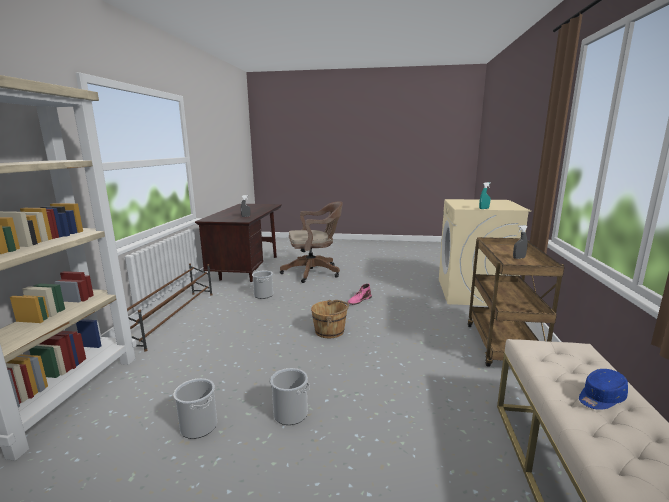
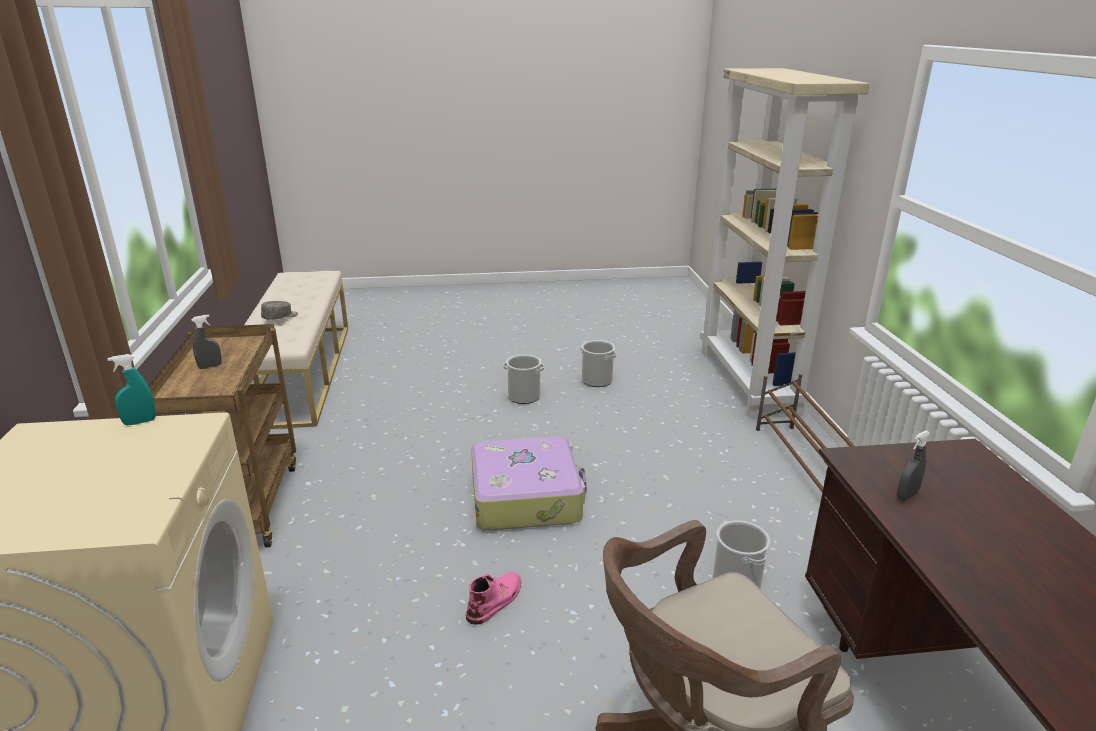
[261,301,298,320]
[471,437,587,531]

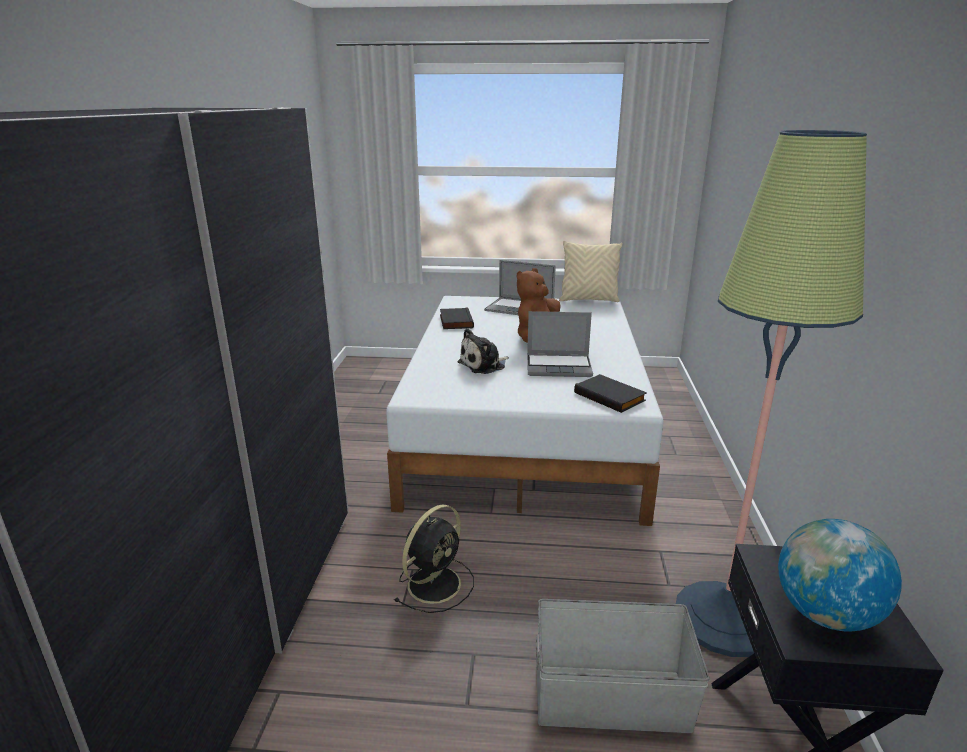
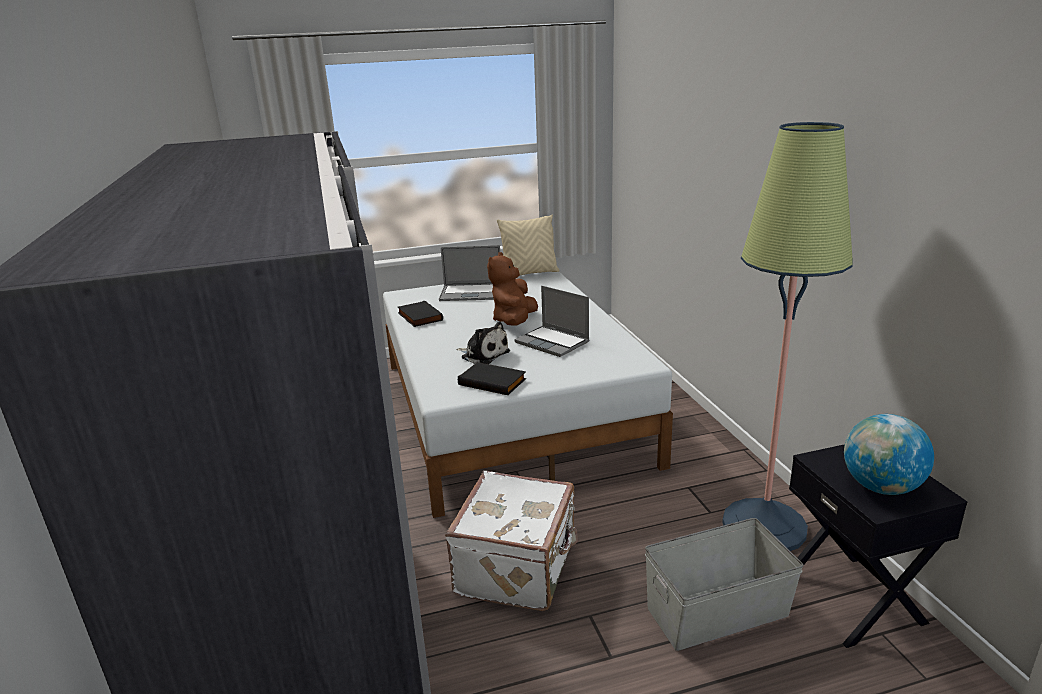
[445,471,578,611]
[456,321,510,364]
[458,362,526,395]
[514,286,590,357]

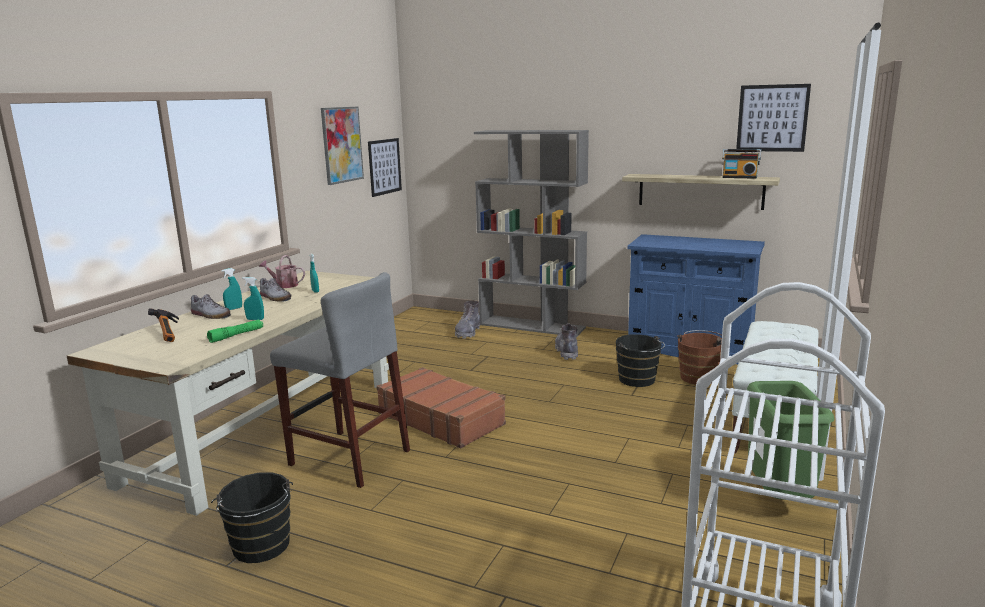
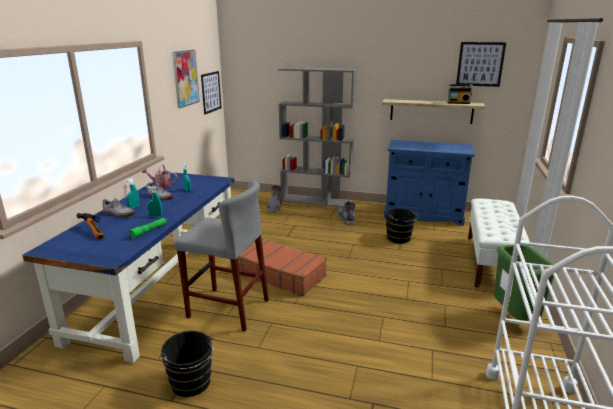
[22,172,235,363]
[677,330,722,385] (first image)

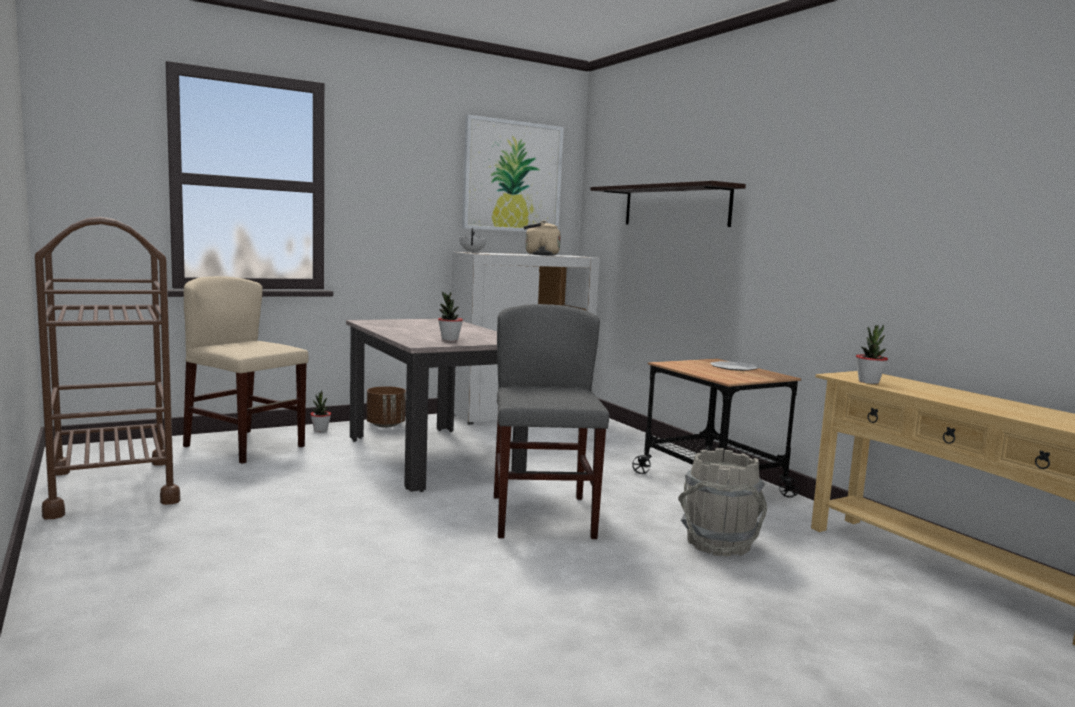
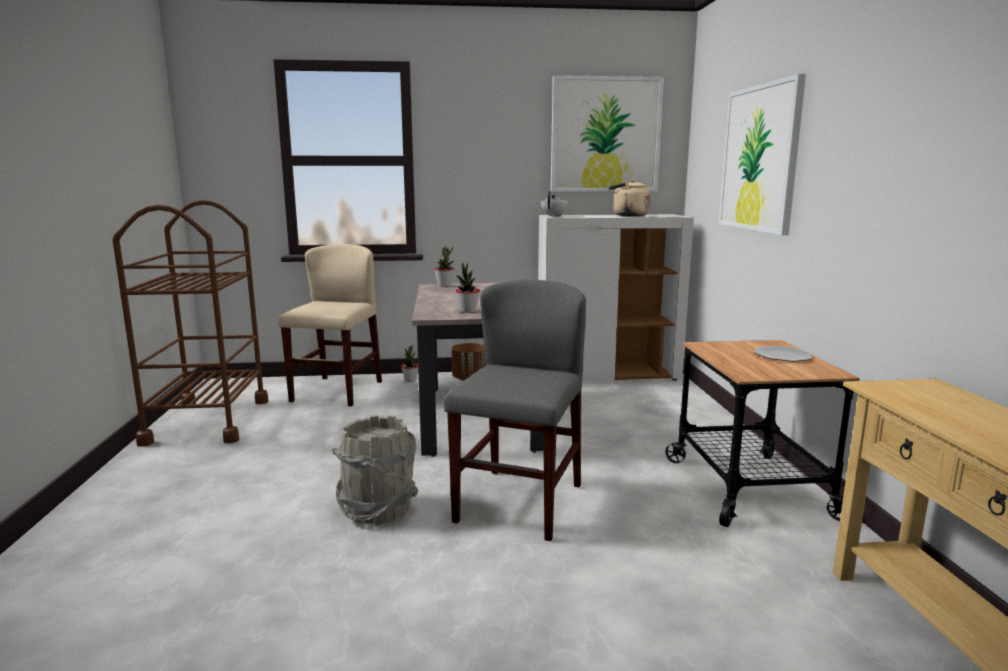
[278,244,382,406]
[332,415,418,526]
[434,247,454,287]
[719,74,806,235]

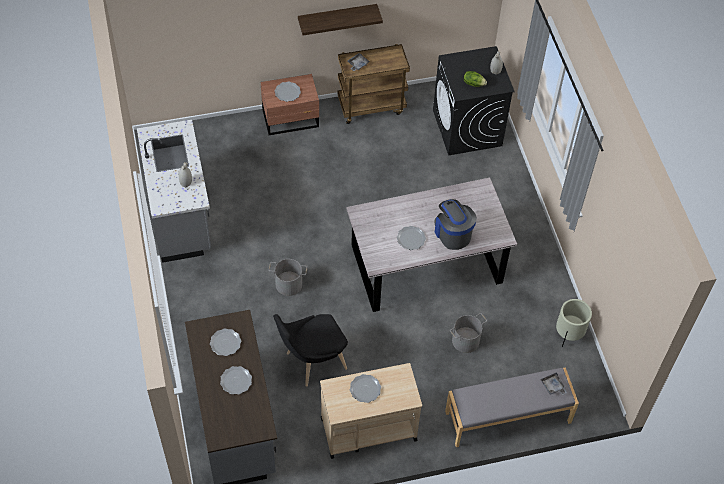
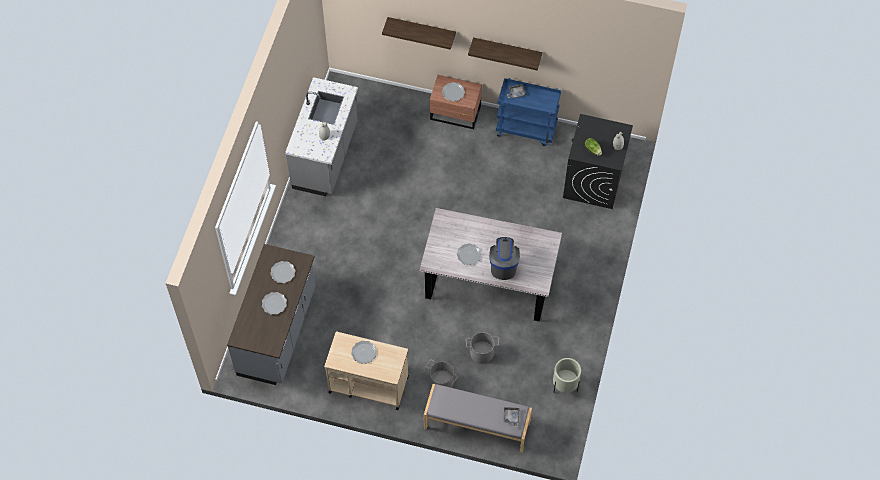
[382,17,456,50]
[426,359,458,388]
[496,78,561,146]
[273,314,348,386] (first image)

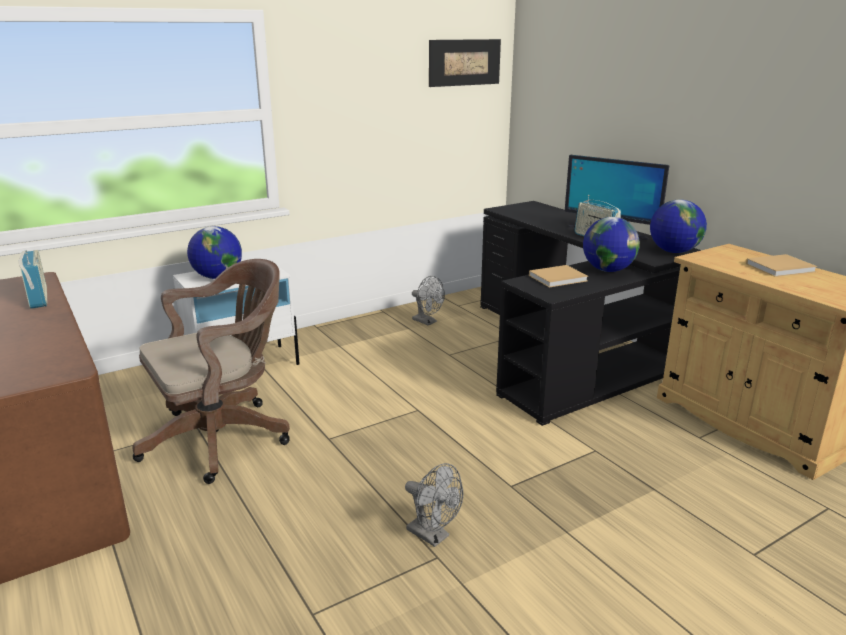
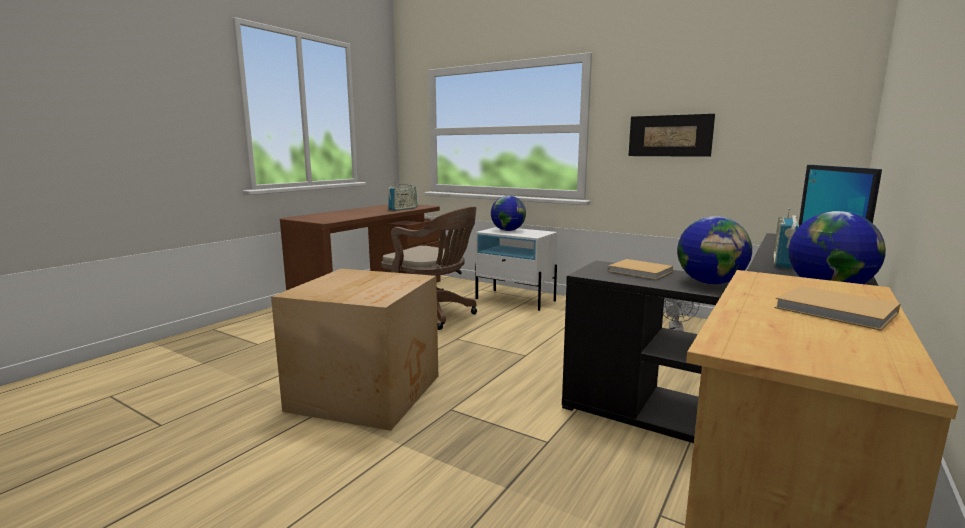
[271,269,438,431]
[628,114,715,157]

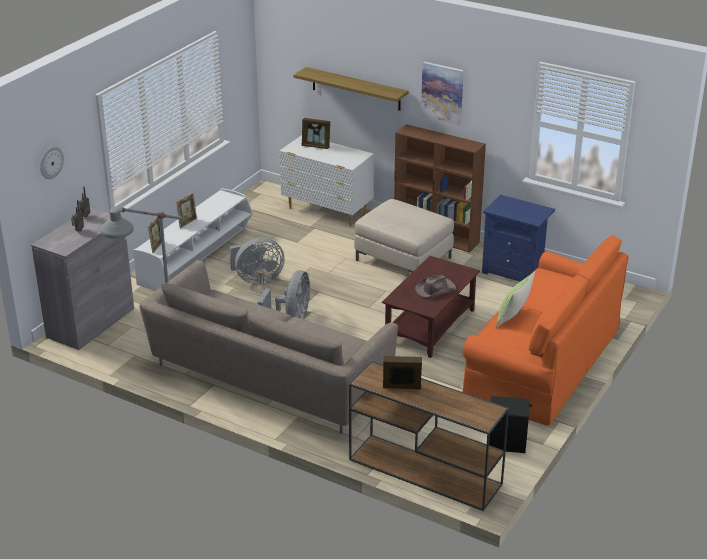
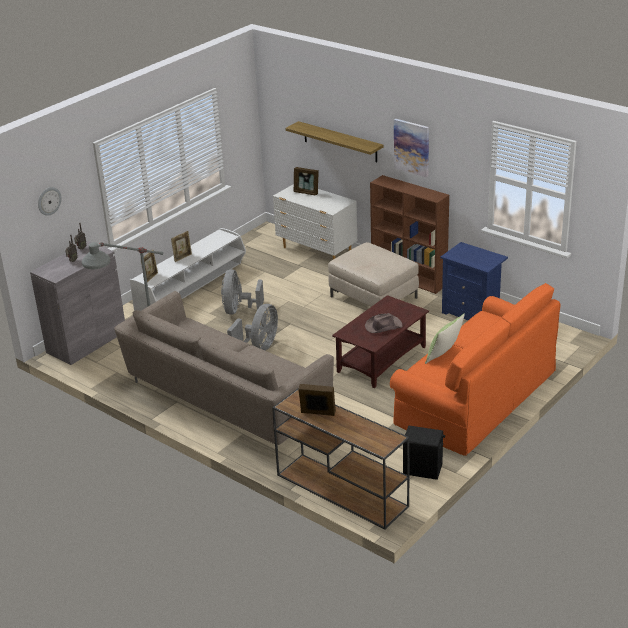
[221,269,264,315]

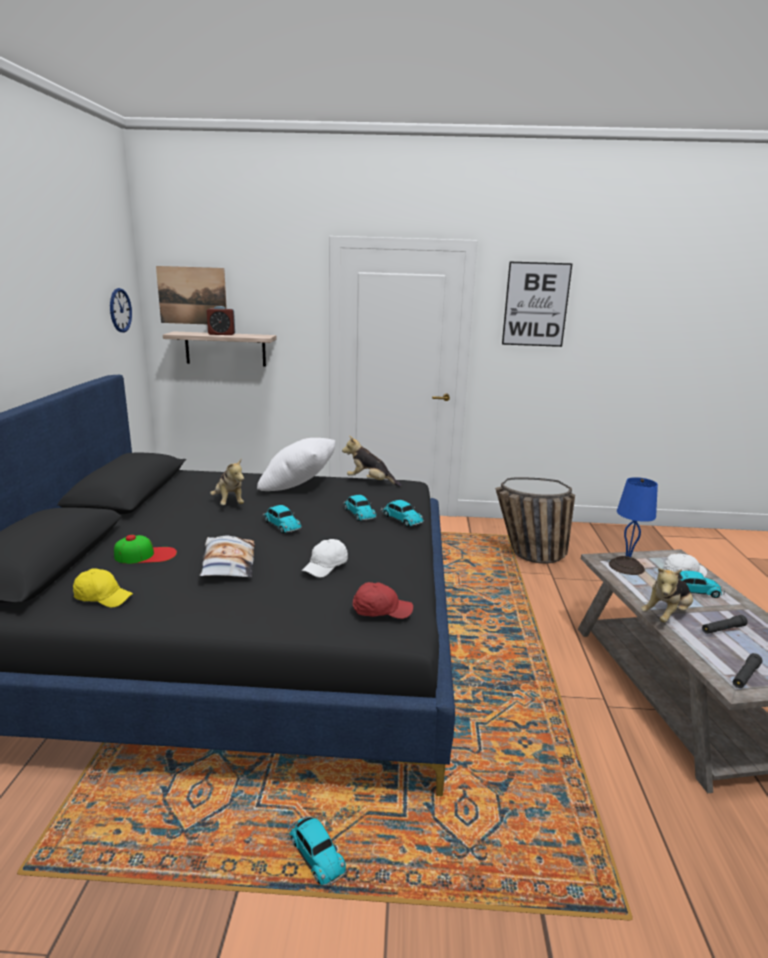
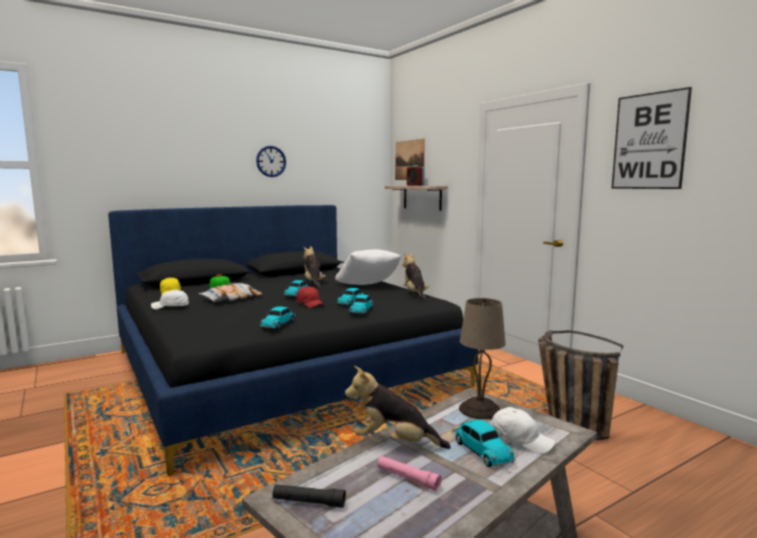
[151,290,189,309]
[256,146,286,177]
[260,306,296,330]
[297,286,325,308]
[303,246,326,288]
[377,456,442,491]
[459,298,506,420]

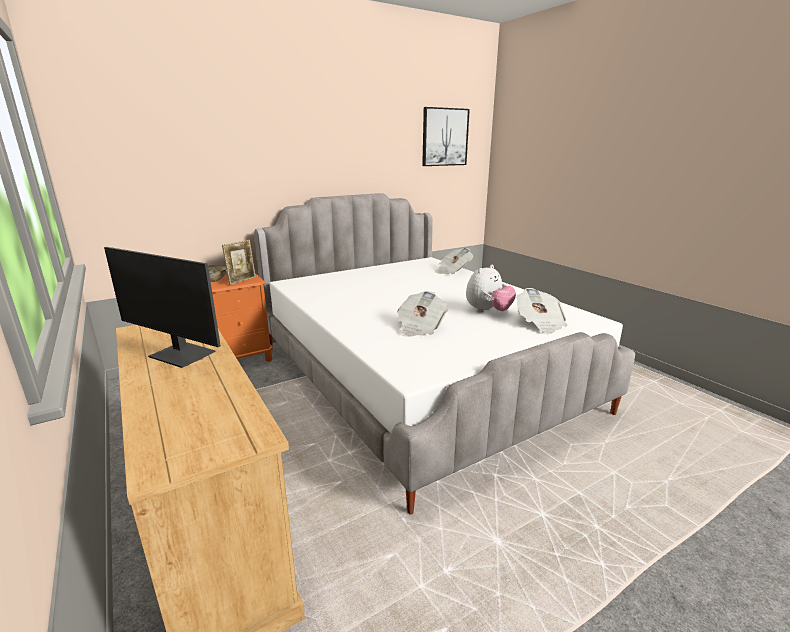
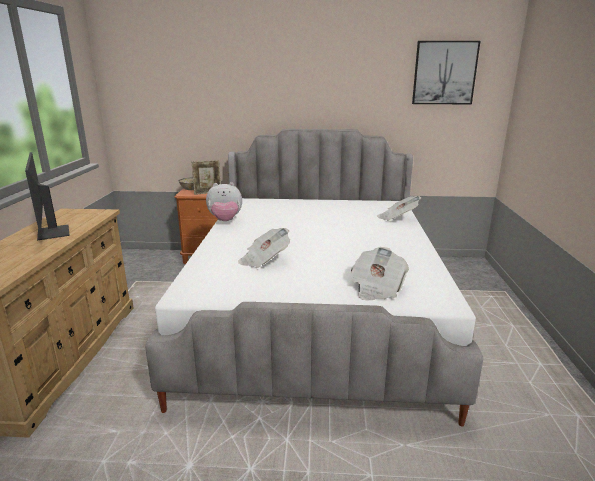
[206,182,242,221]

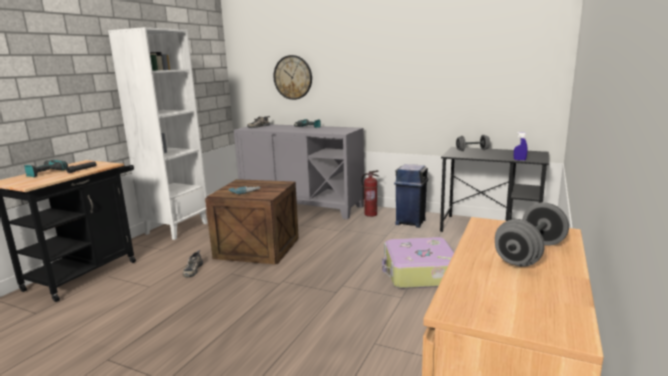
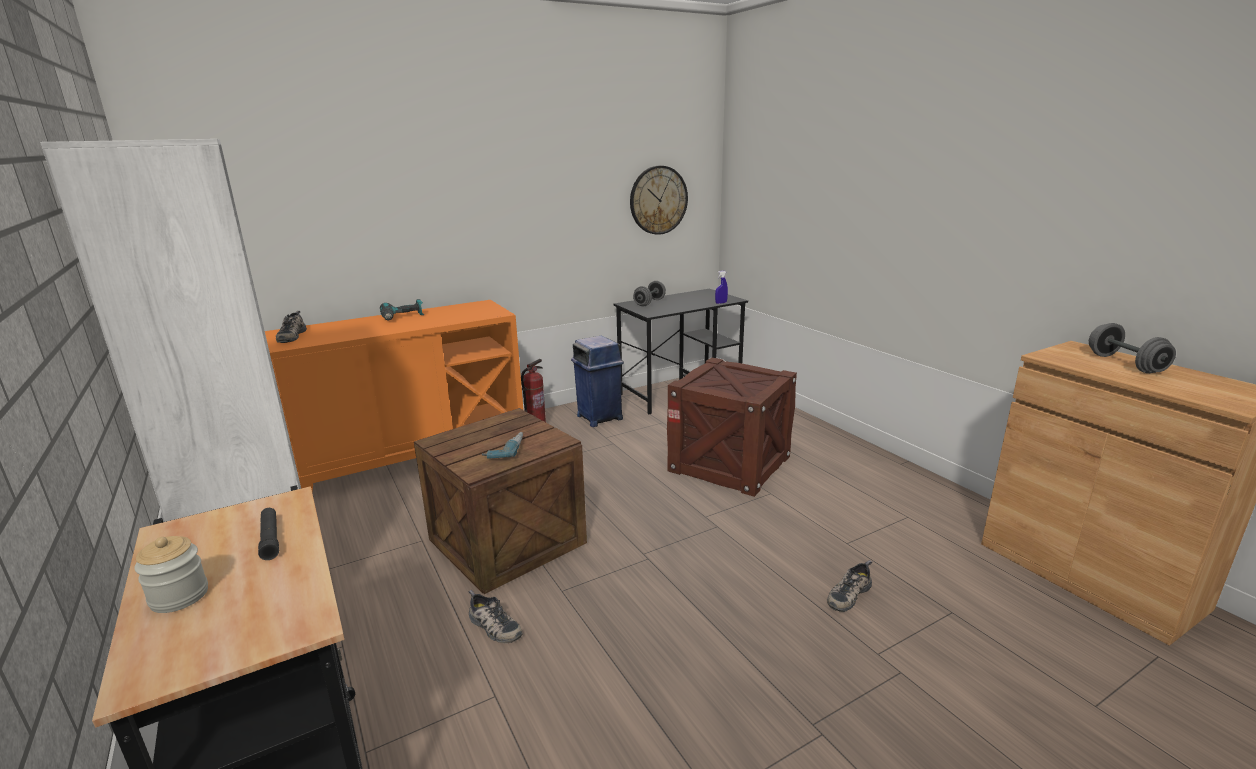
[134,536,208,613]
[265,300,524,491]
[630,166,688,235]
[667,357,797,497]
[827,560,872,612]

